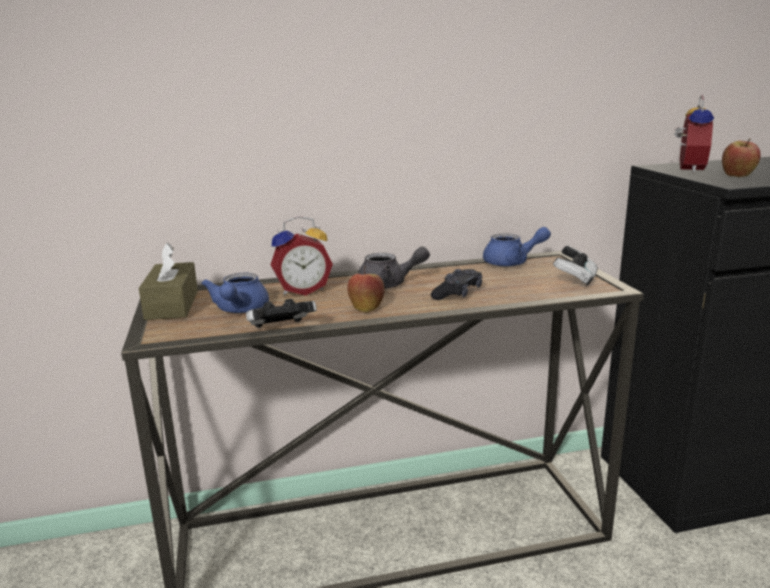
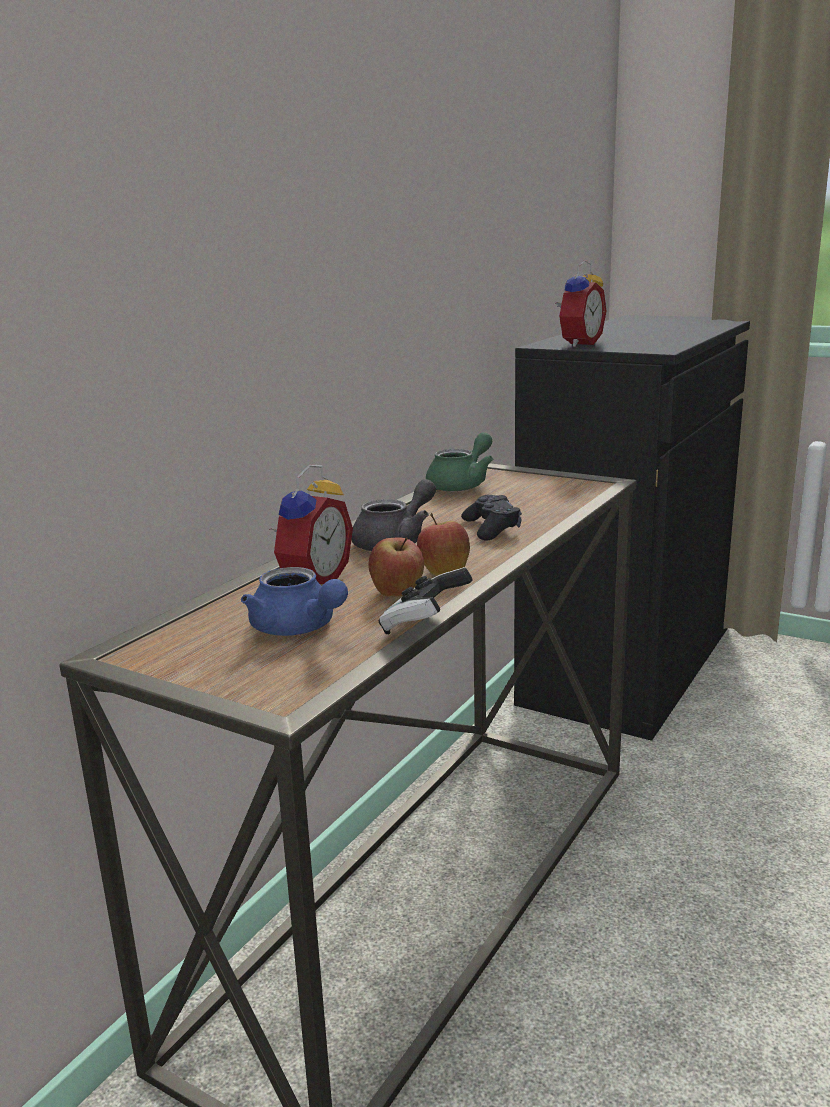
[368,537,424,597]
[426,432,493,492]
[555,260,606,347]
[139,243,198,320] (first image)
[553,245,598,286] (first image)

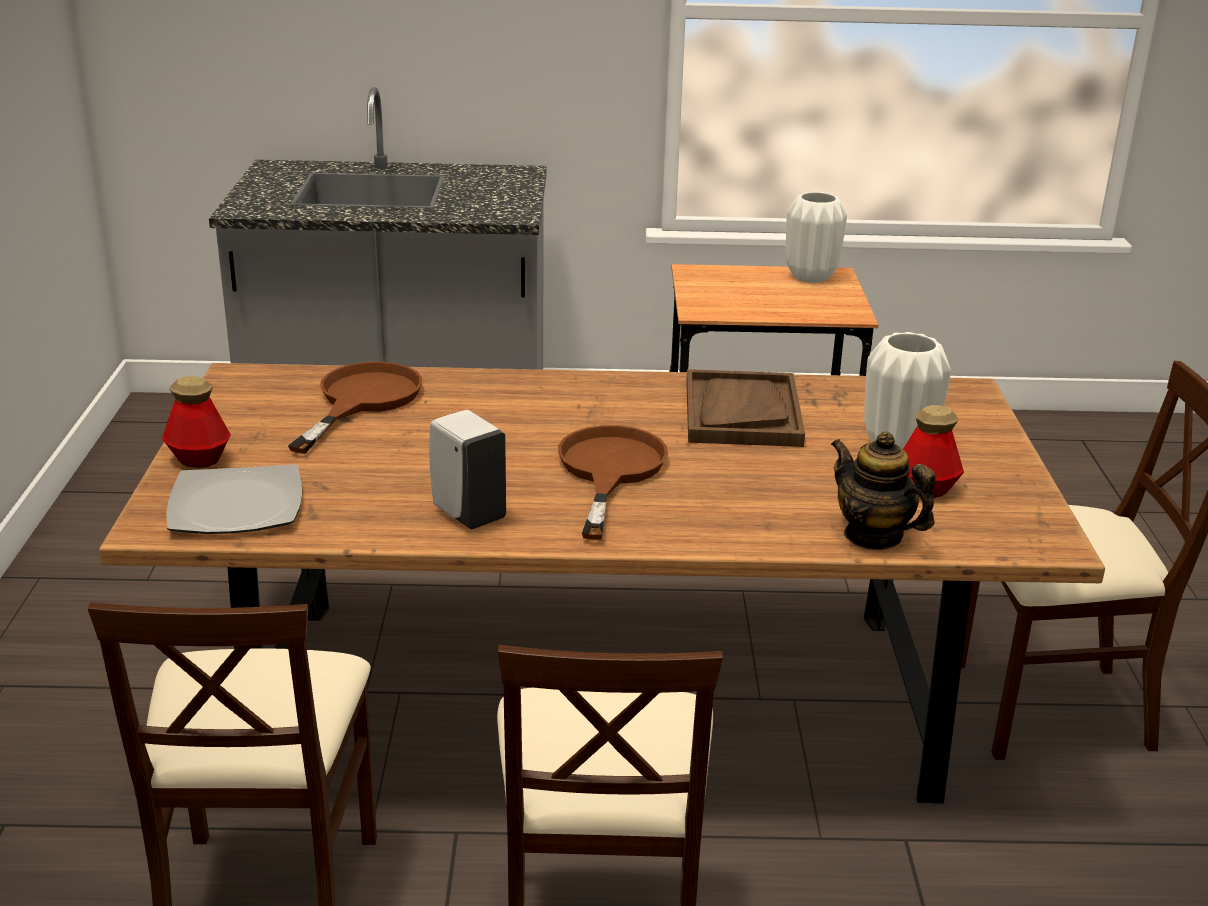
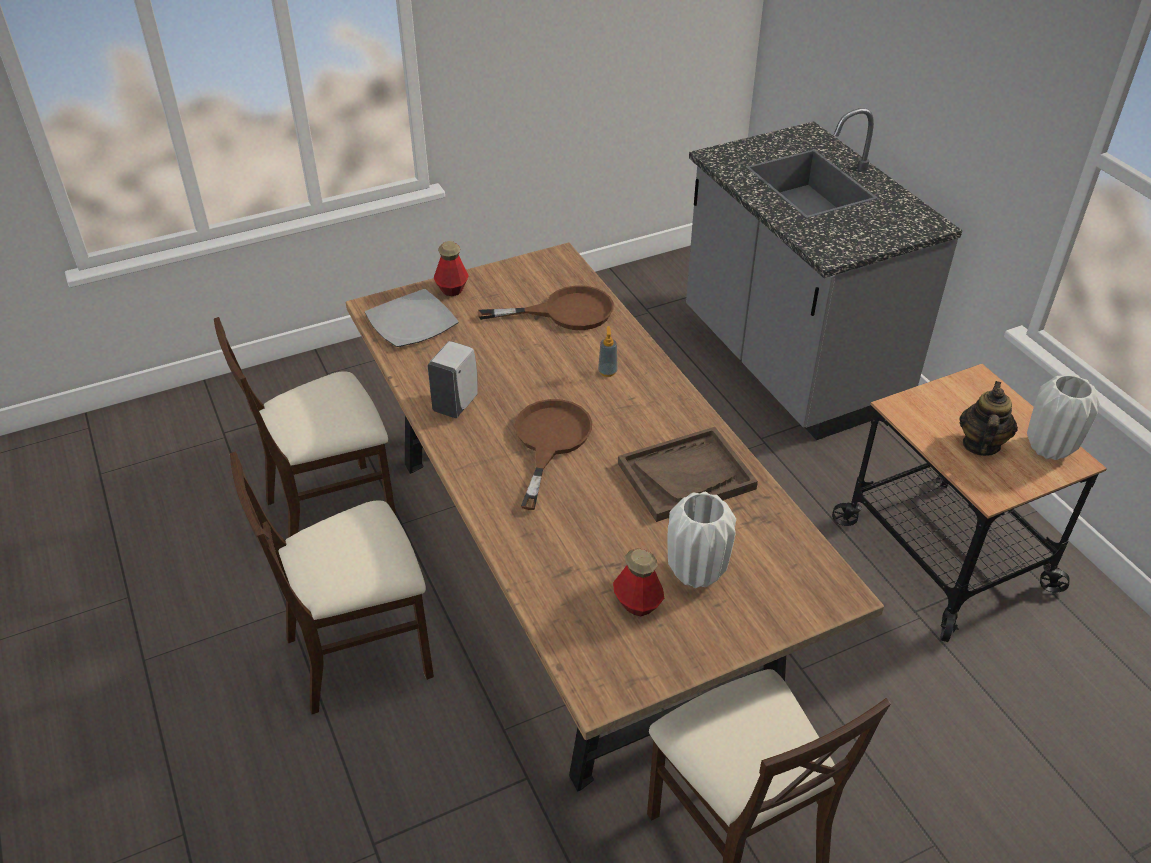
[515,399,592,510]
[598,326,618,377]
[959,381,1018,456]

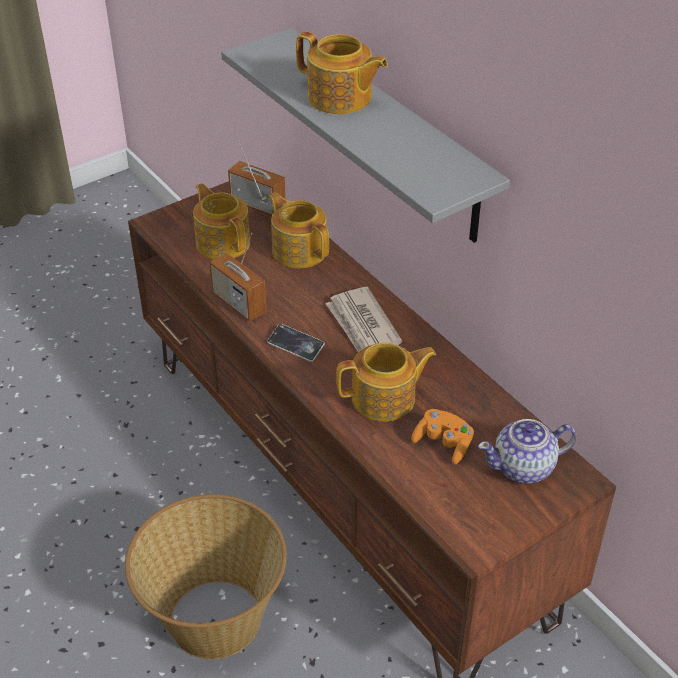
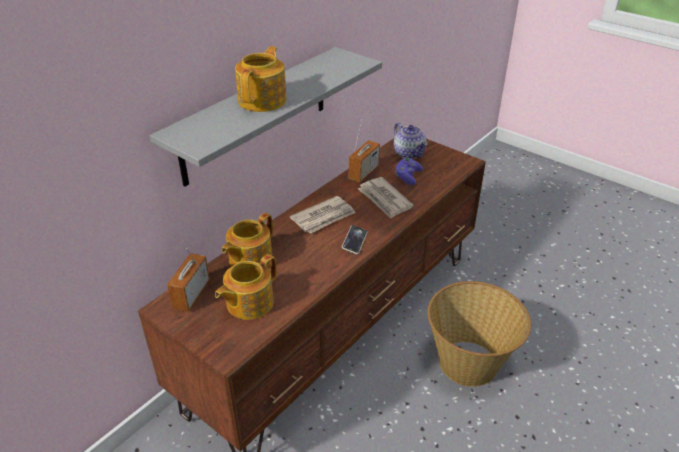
[349,119,380,182]
[358,177,414,219]
[395,157,423,185]

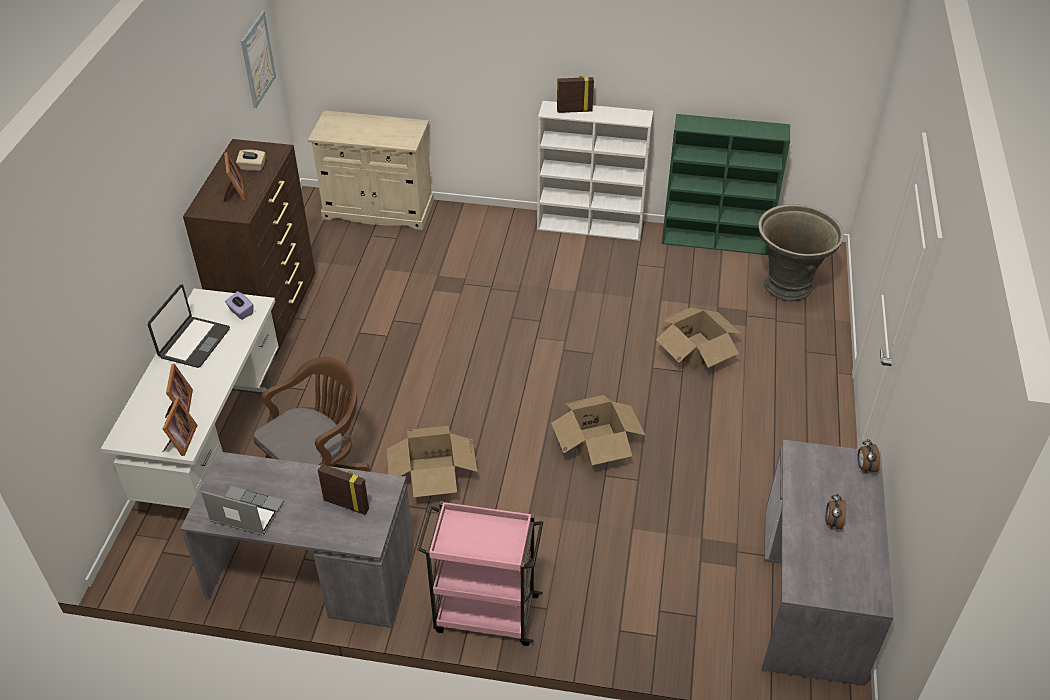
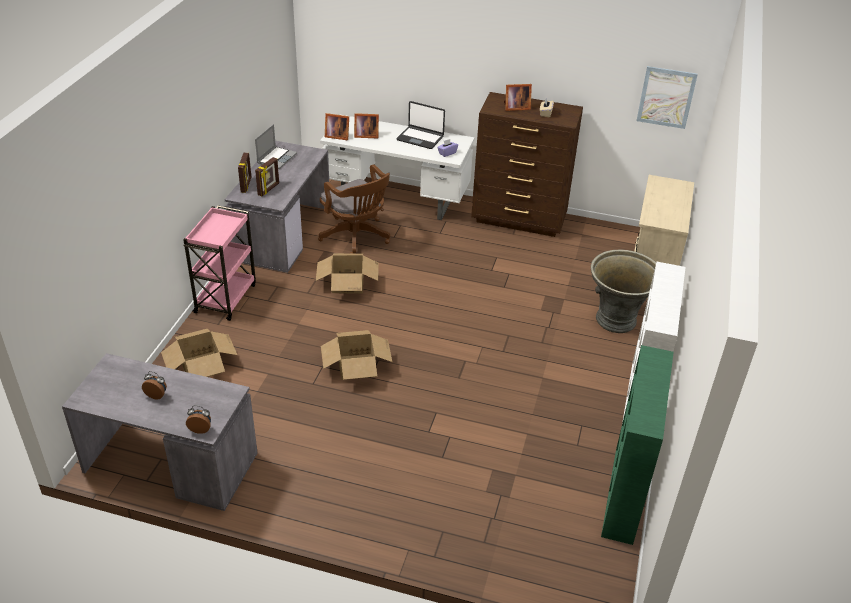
[161,329,237,377]
[238,153,251,193]
[591,249,656,333]

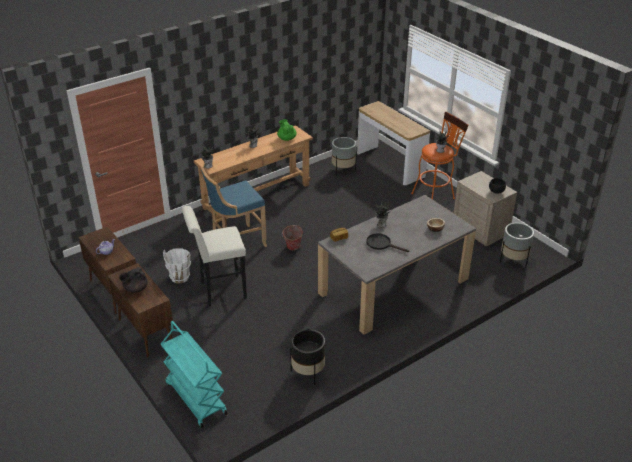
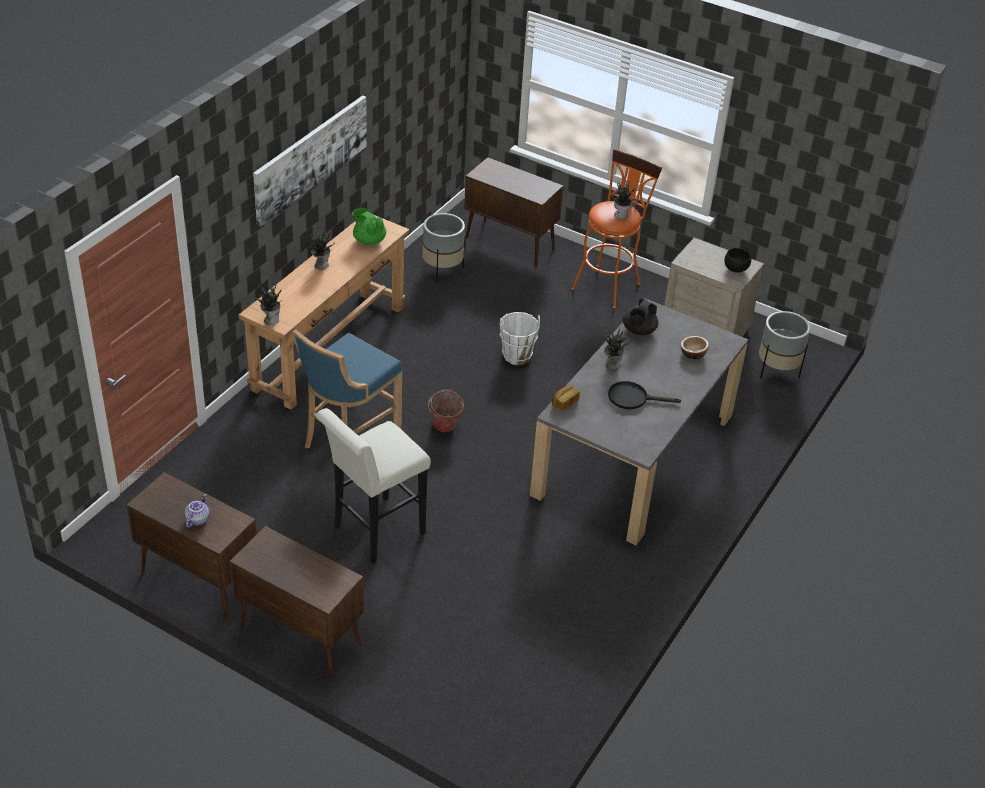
[253,95,367,226]
[464,157,563,267]
[500,312,540,365]
[623,298,658,335]
[161,321,227,428] (first image)
[290,329,325,385] (first image)

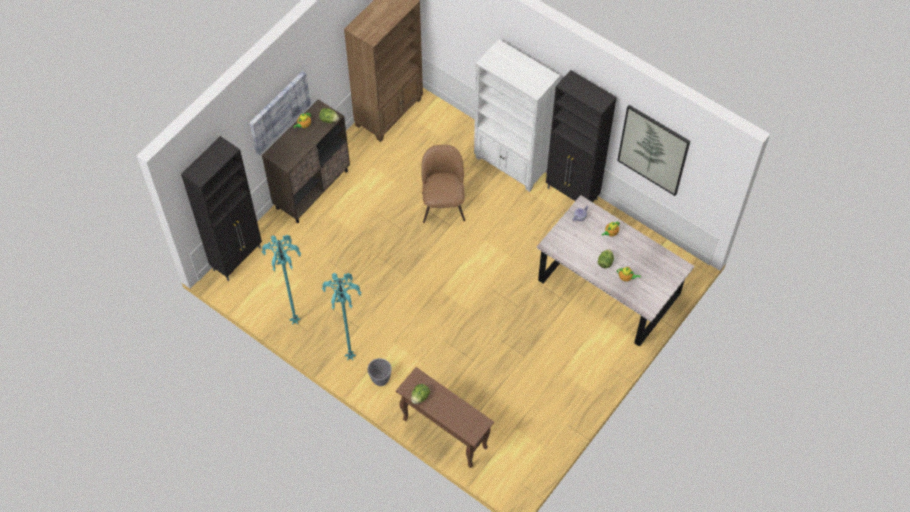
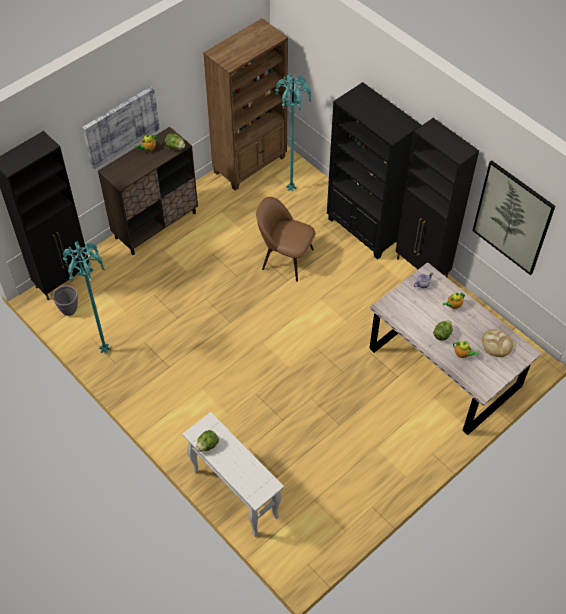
[53,285,78,316]
[182,412,284,537]
[256,197,315,282]
[275,73,312,191]
[327,82,422,260]
[482,329,513,357]

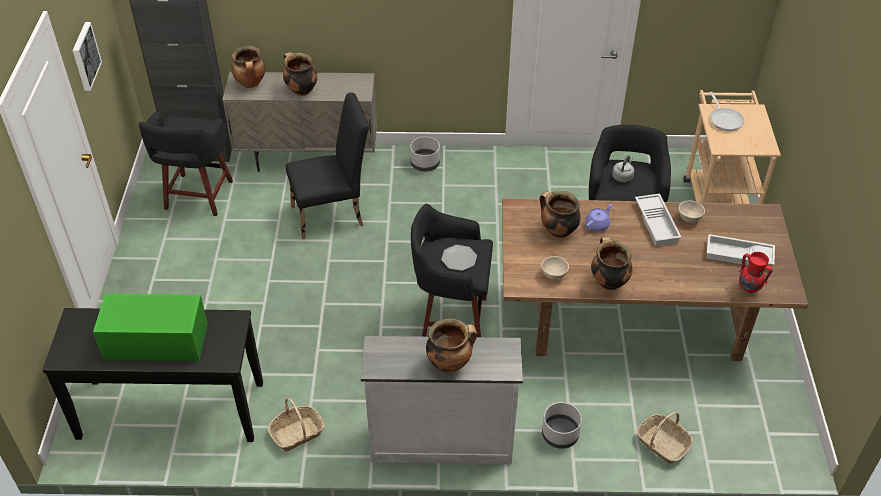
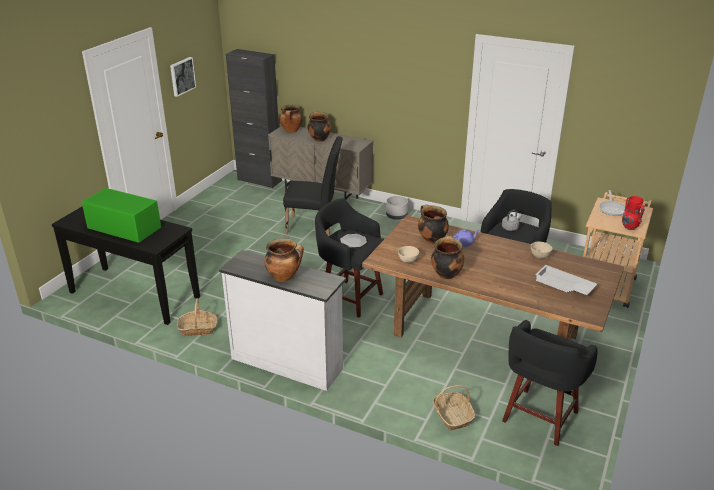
[502,320,598,446]
[622,196,645,230]
[542,402,582,449] (first image)
[635,194,682,246] (first image)

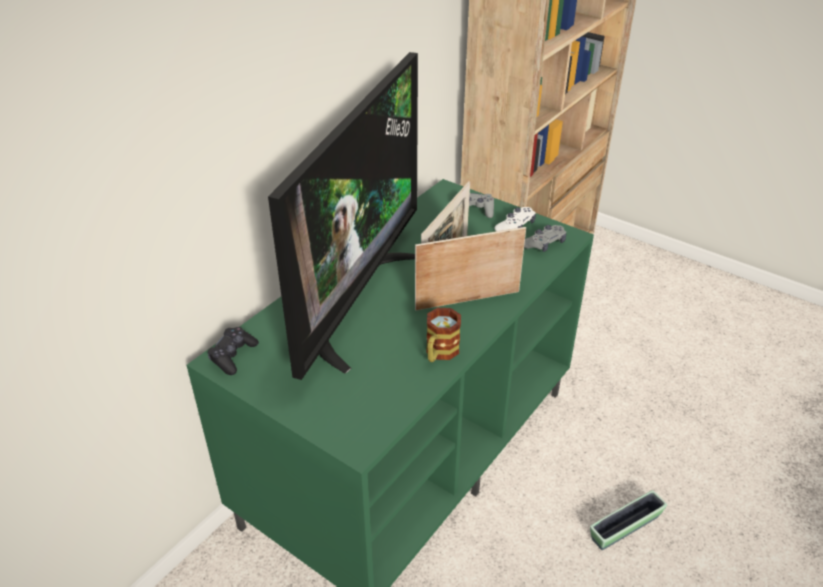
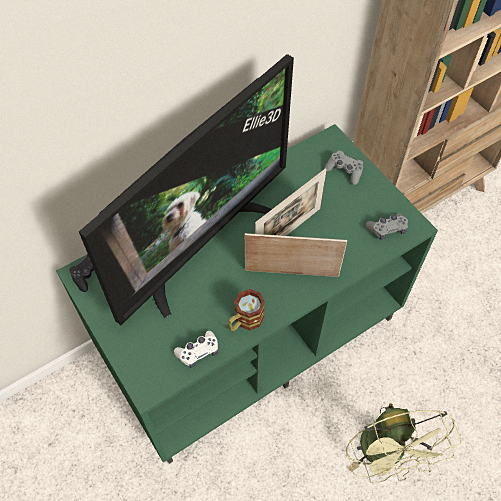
[174,331,218,368]
[346,403,462,483]

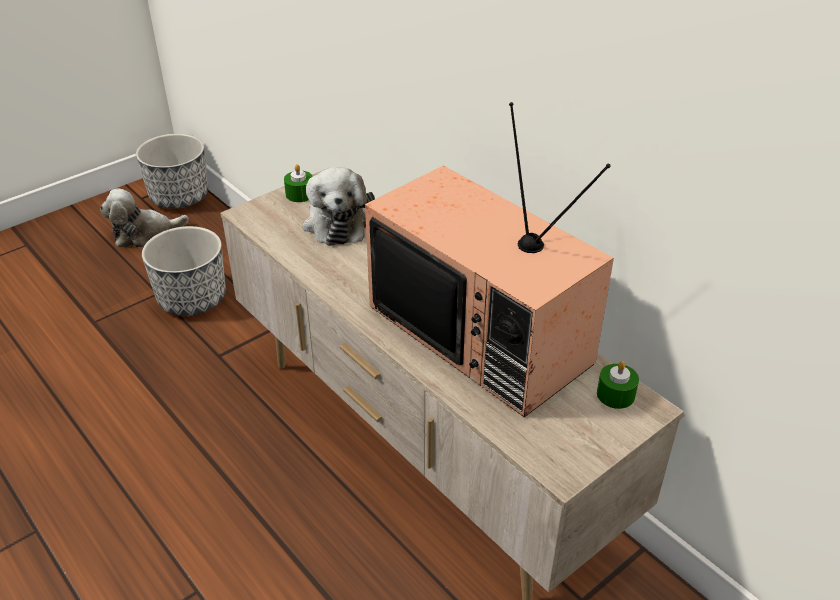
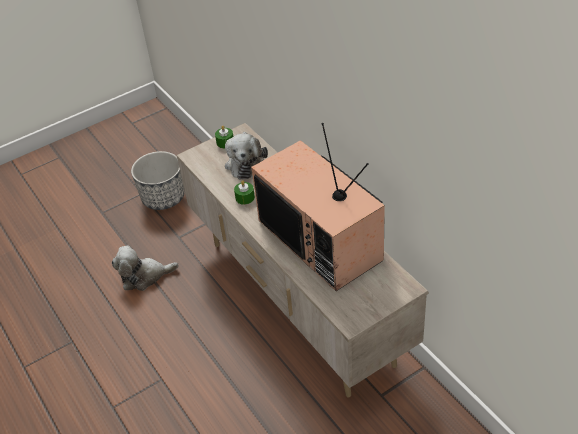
[112,246,179,291]
[234,181,255,205]
[136,134,208,209] (first image)

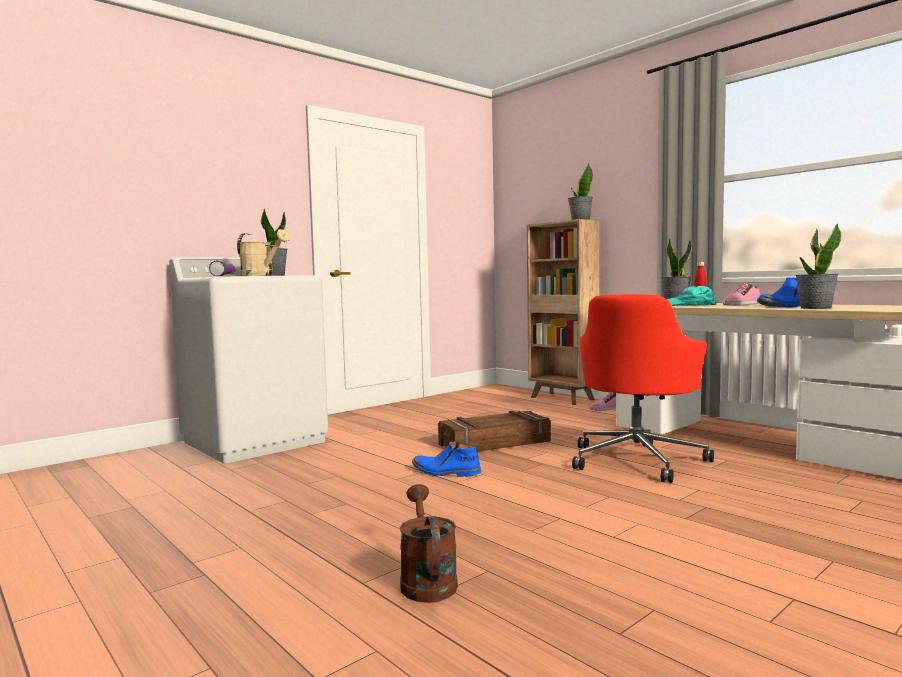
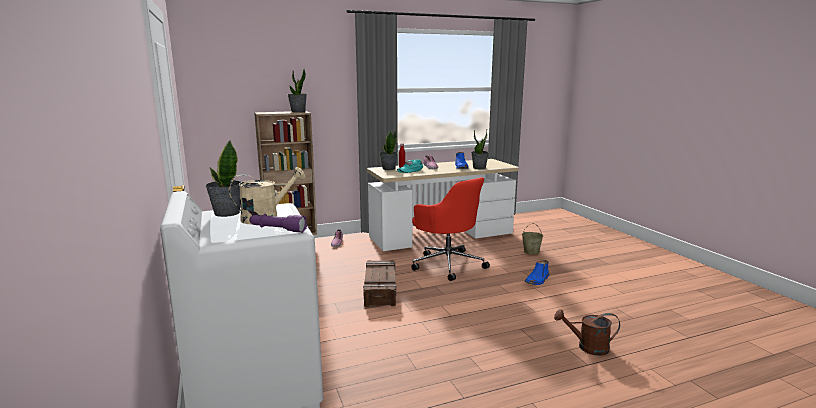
[522,223,543,255]
[525,260,549,285]

